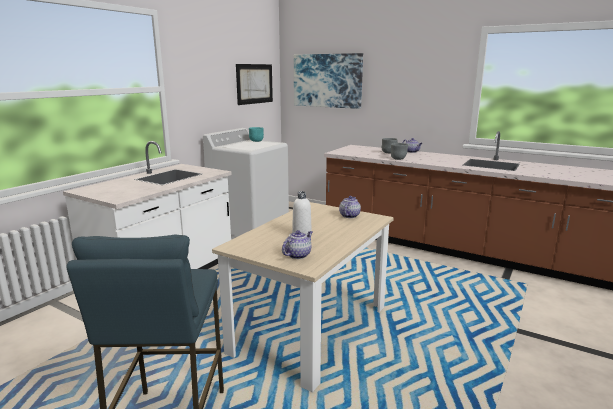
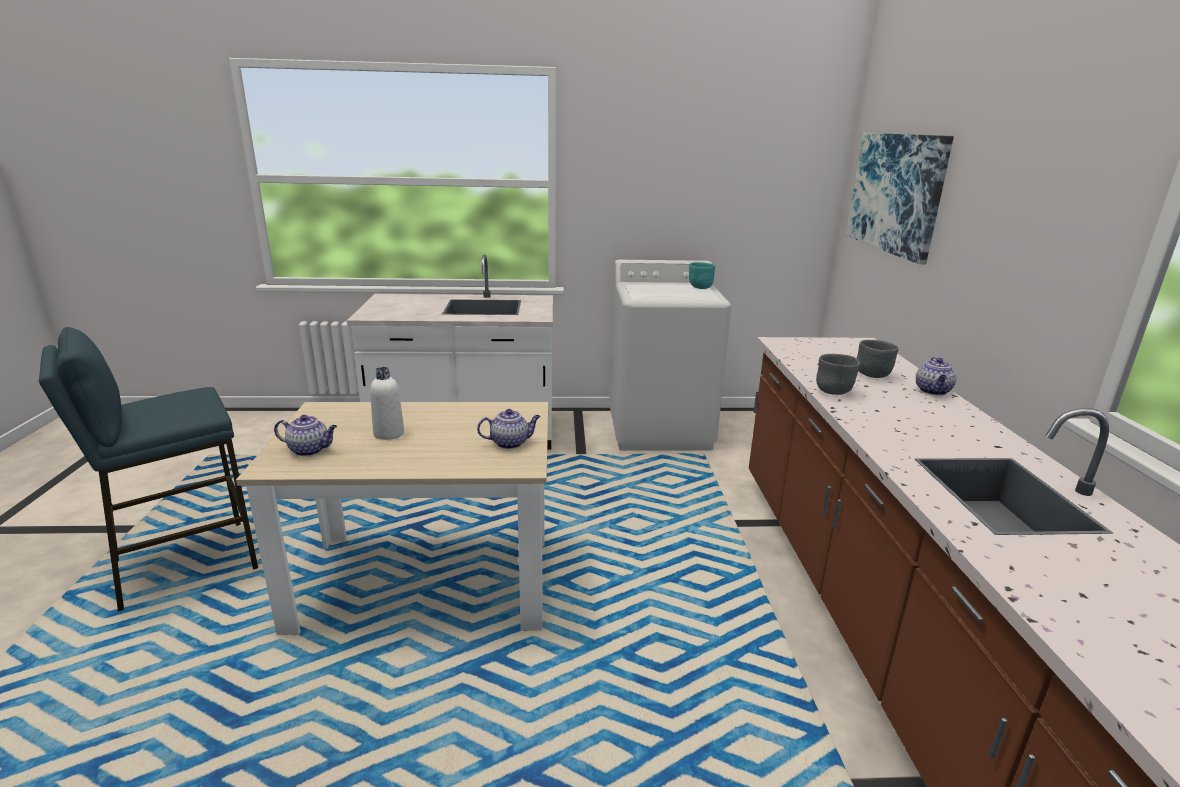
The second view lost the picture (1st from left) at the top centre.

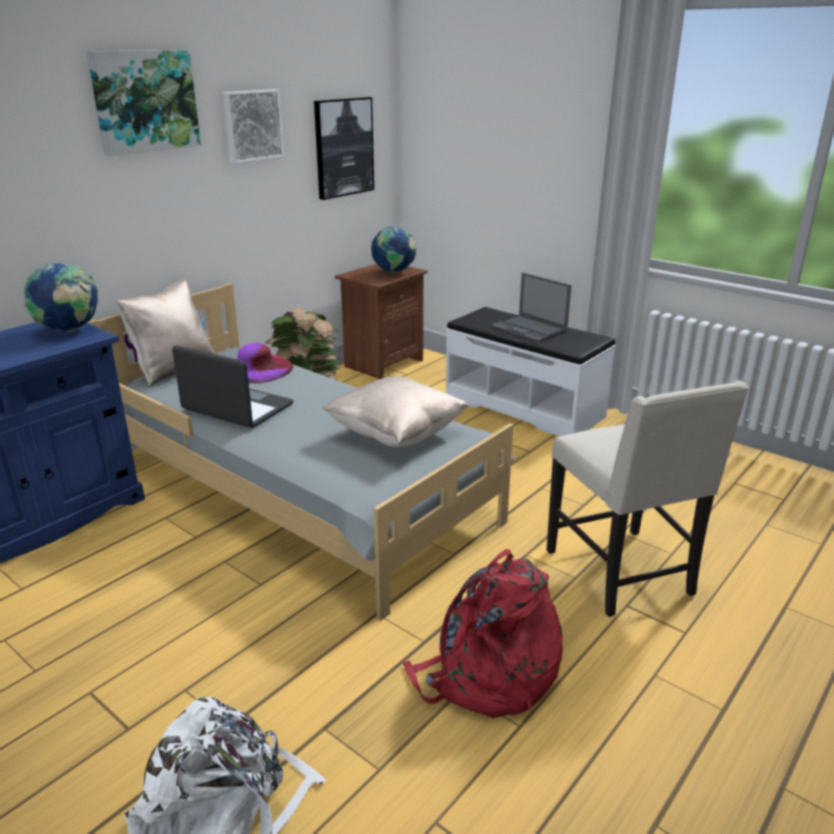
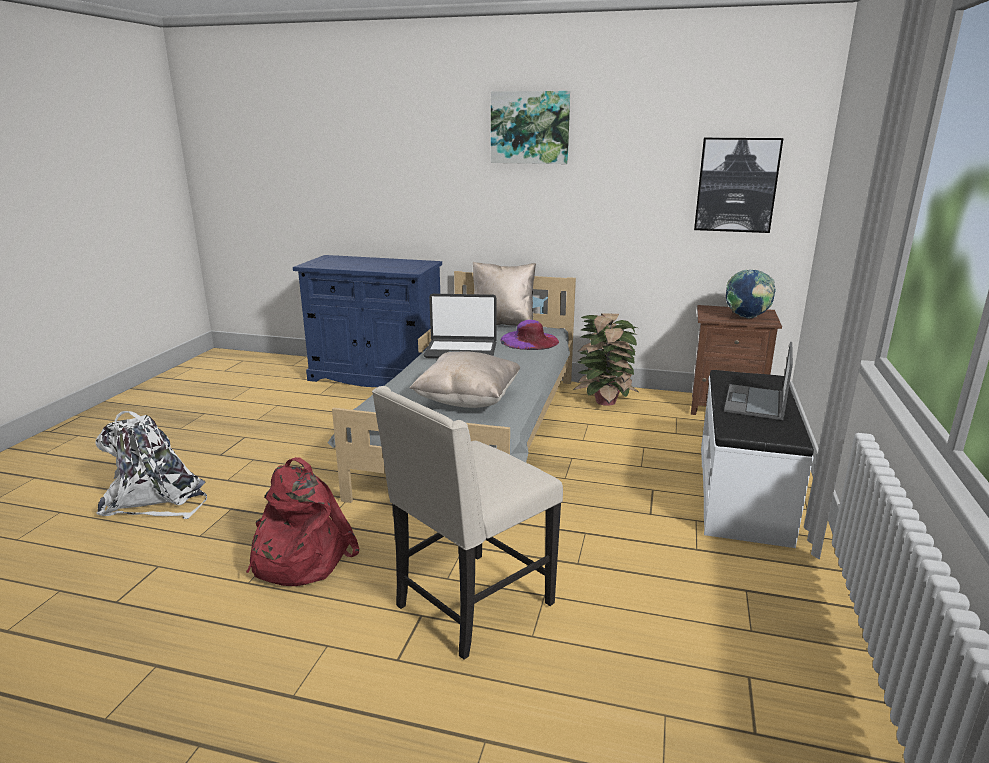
The laptop (1st from left) at the middle left ended up facing another way, 90 degrees clockwise from before. The second view lost the globe (1st from left) at the middle left. The second view lost the picture (2nd from left) at the top left.

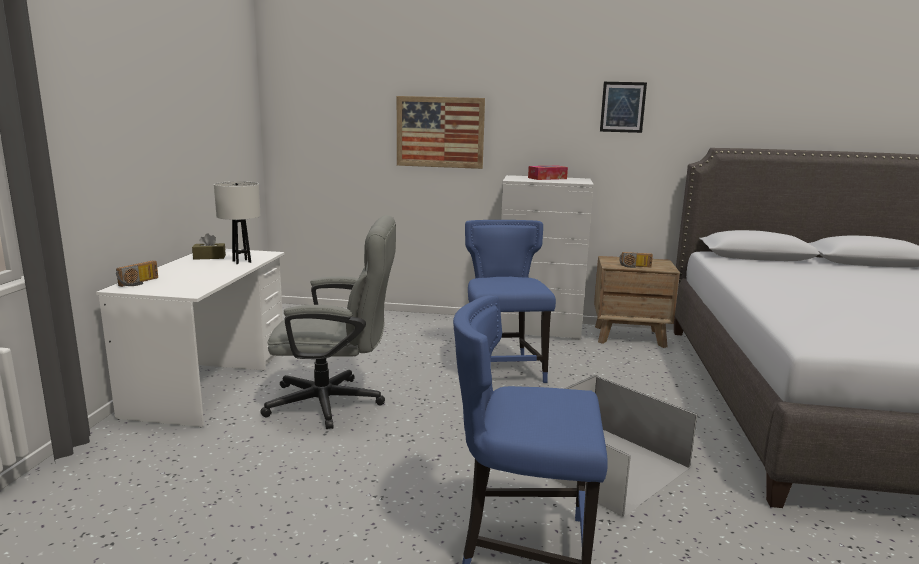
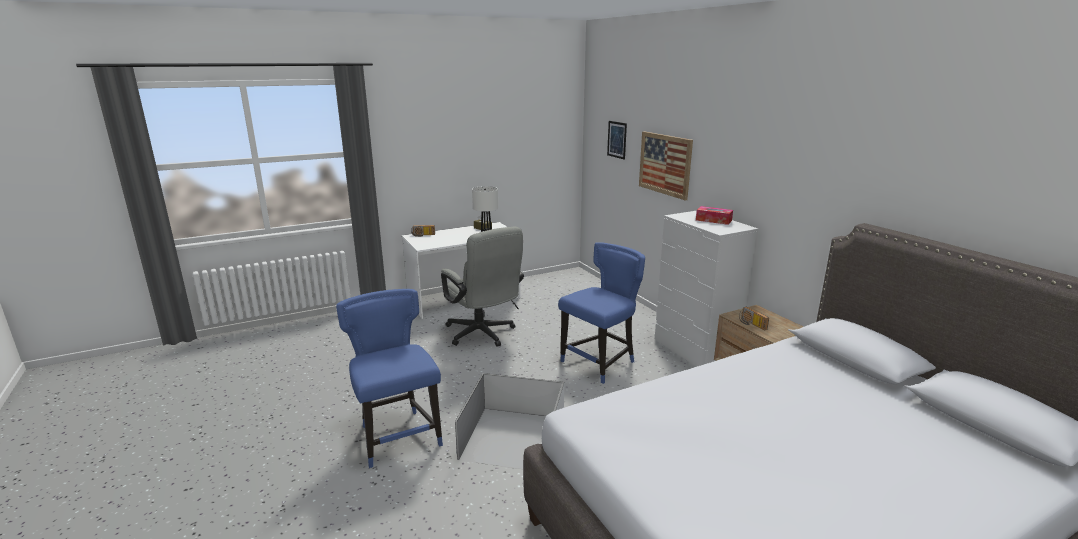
The picture (2nd from left in the first image) ended up elsewhere, having gone from the top right to the top centre.

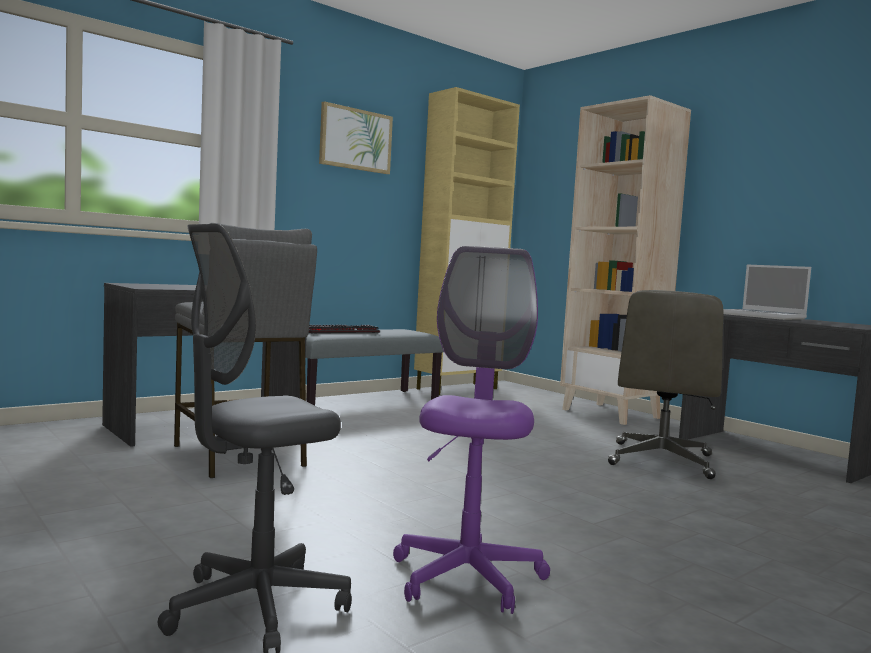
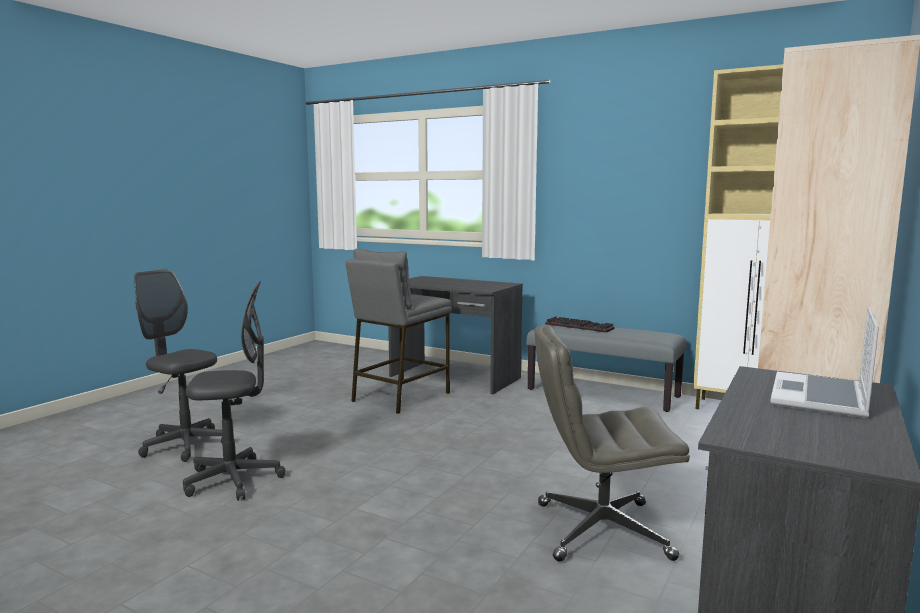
What was the purple office chair at the centre turned into the grey office chair (2nd from left) at the middle left. The second view lost the picture at the top centre.

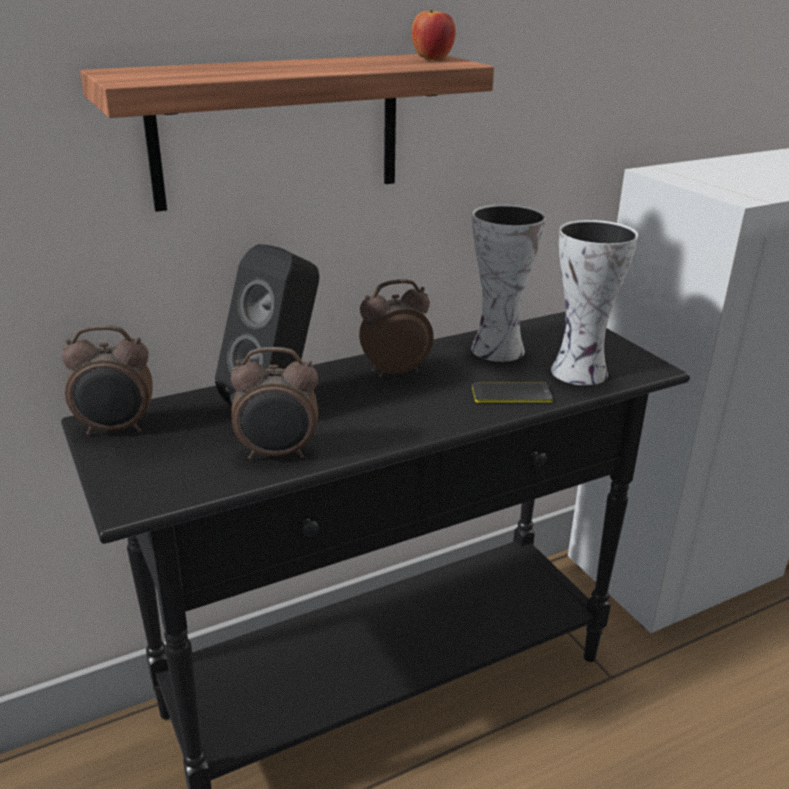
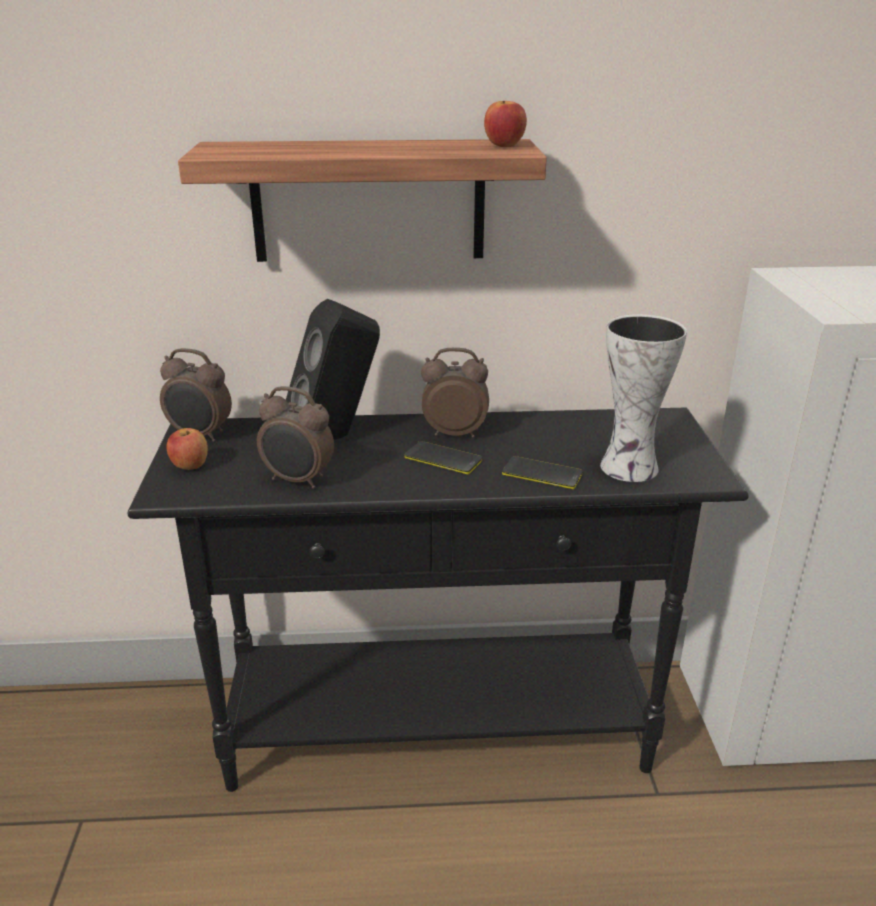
The second view gained the apple (1st from left) at the middle left. The second view gained the phone (1st from left) at the centre. The second view lost the vase (1st from left) at the centre.

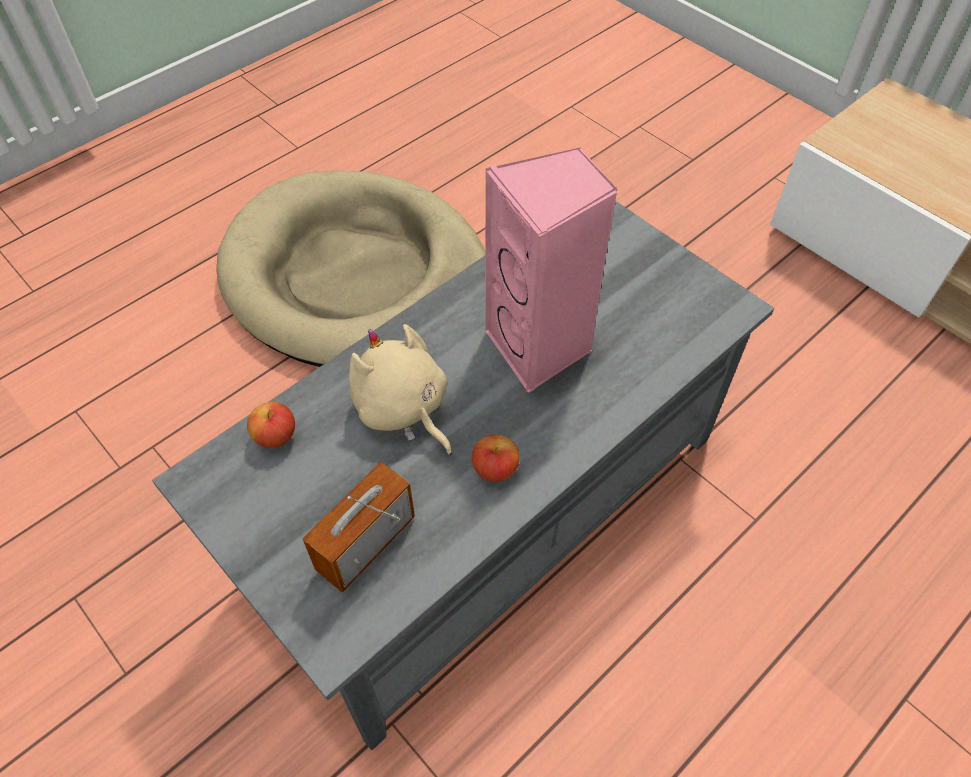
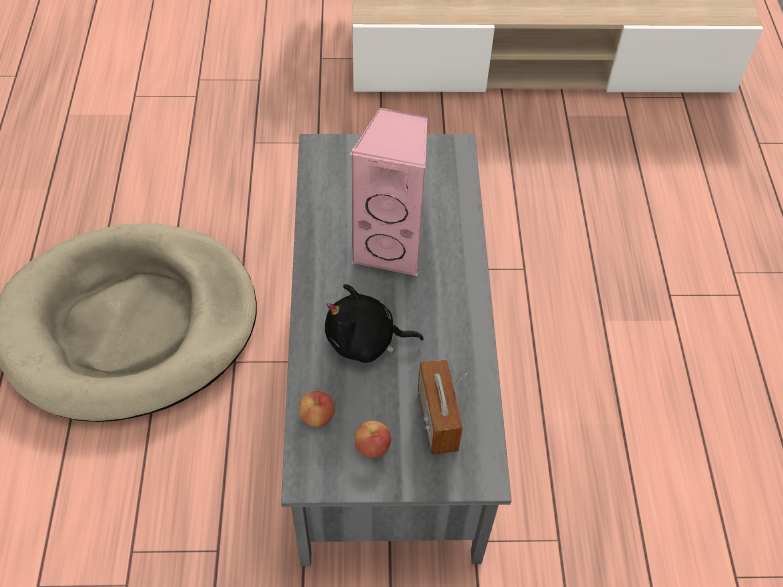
What was the beige plush toy at the centre turned into the black plush toy at the centre. The apple (2nd from left) ended up elsewhere, having gone from the centre to the bottom centre.

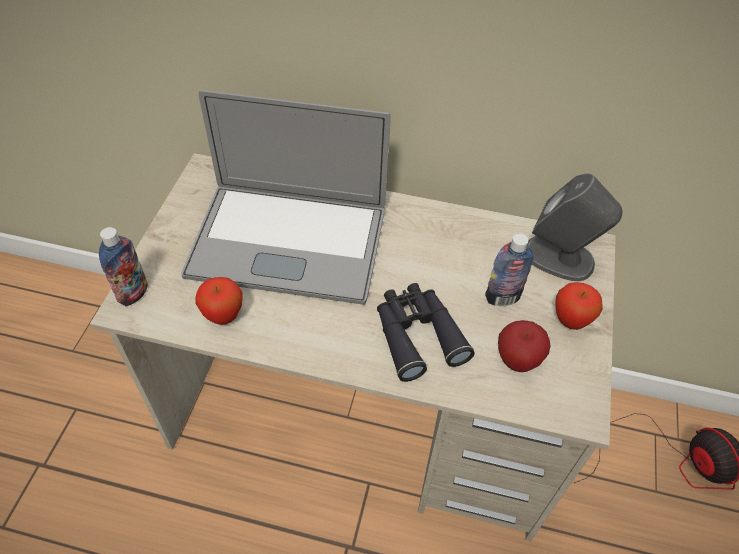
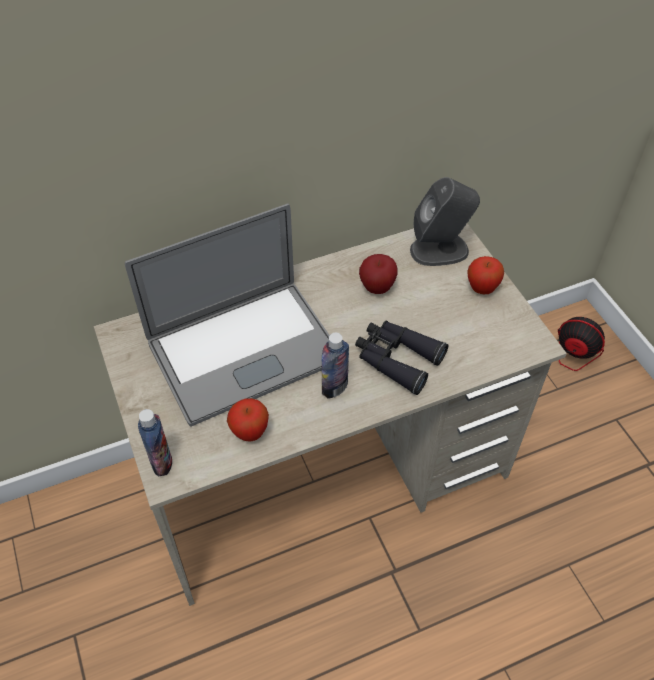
The bottle (2nd from left) ended up elsewhere, having gone from the middle right to the centre. The apple (2nd from left) ended up elsewhere, having gone from the middle right to the centre.

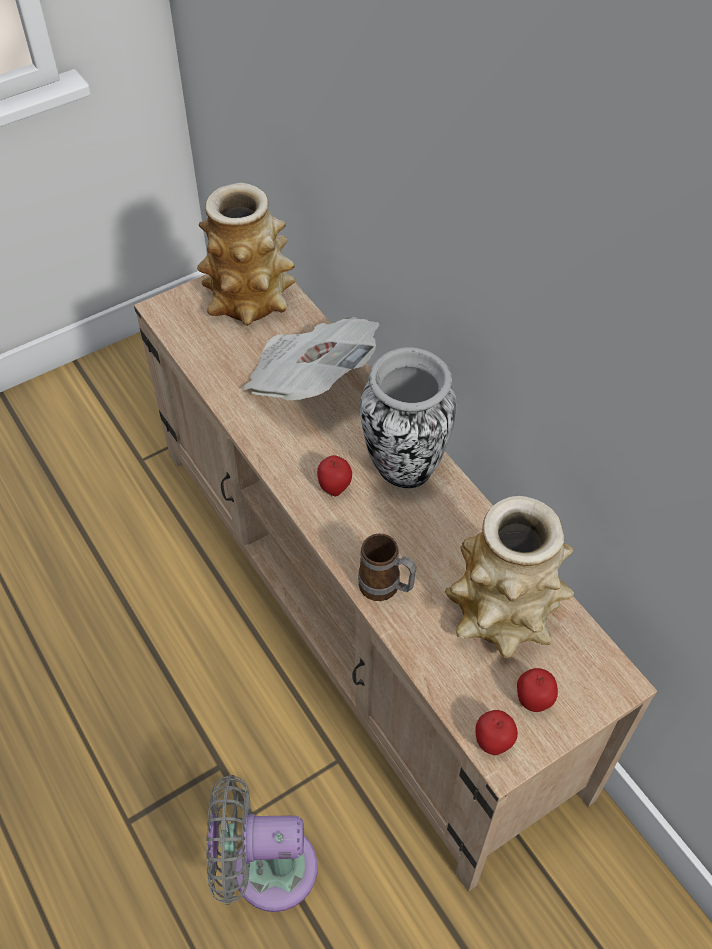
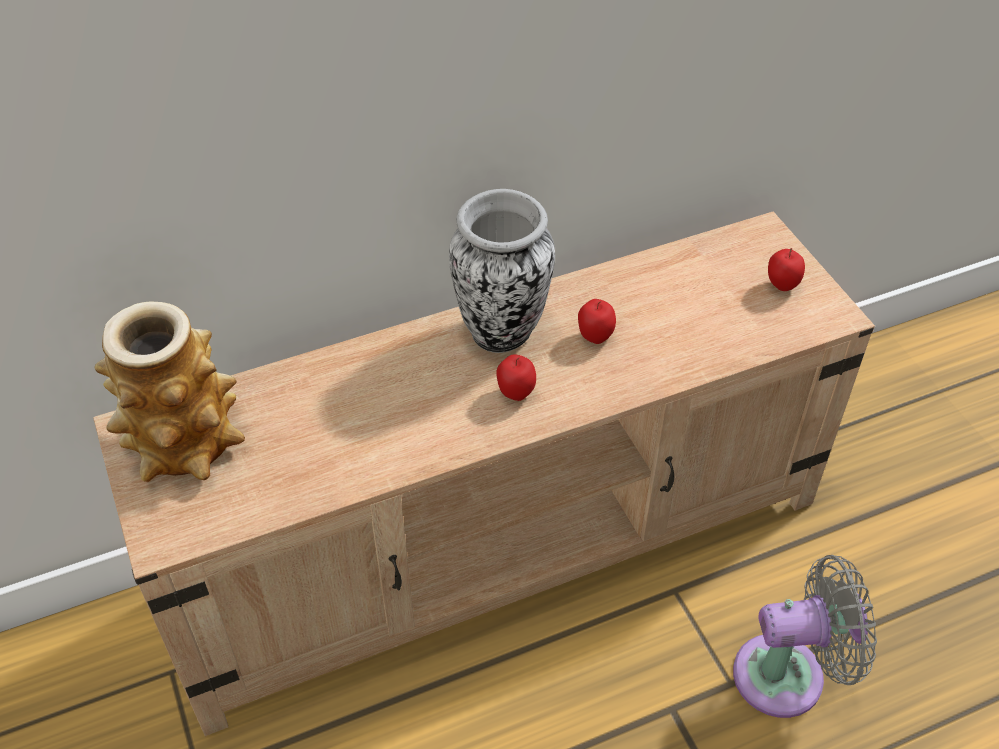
The apple (2nd from left) ended up elsewhere, having gone from the bottom right to the centre. The grey fan at the bottom centre ended up facing another way, 105 degrees counterclockwise from before. The second view lost the newspaper at the centre. The second view lost the mug at the centre. The second view lost the vase (3rd from left) at the middle right.

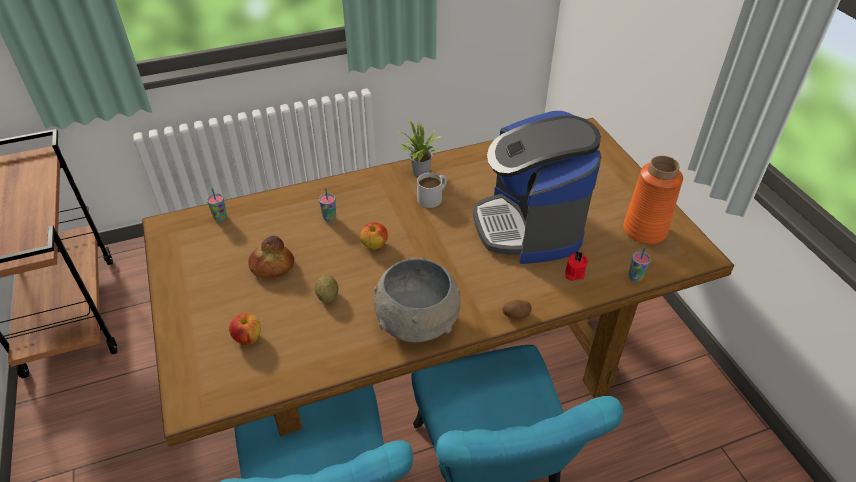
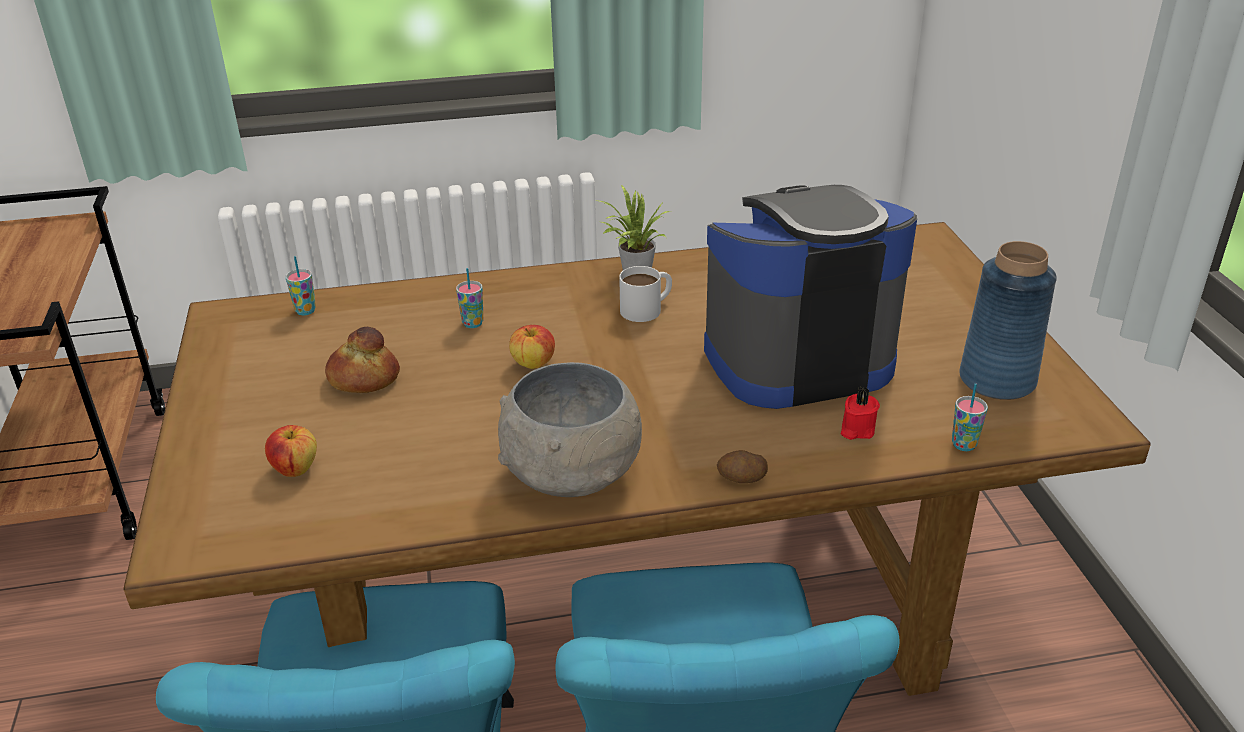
The coffee machine at the centre ended up facing another way, 75 degrees clockwise from before. What was the orange vase at the middle right turned into the blue vase at the middle right. The second view lost the potato (1st from left) at the centre.

